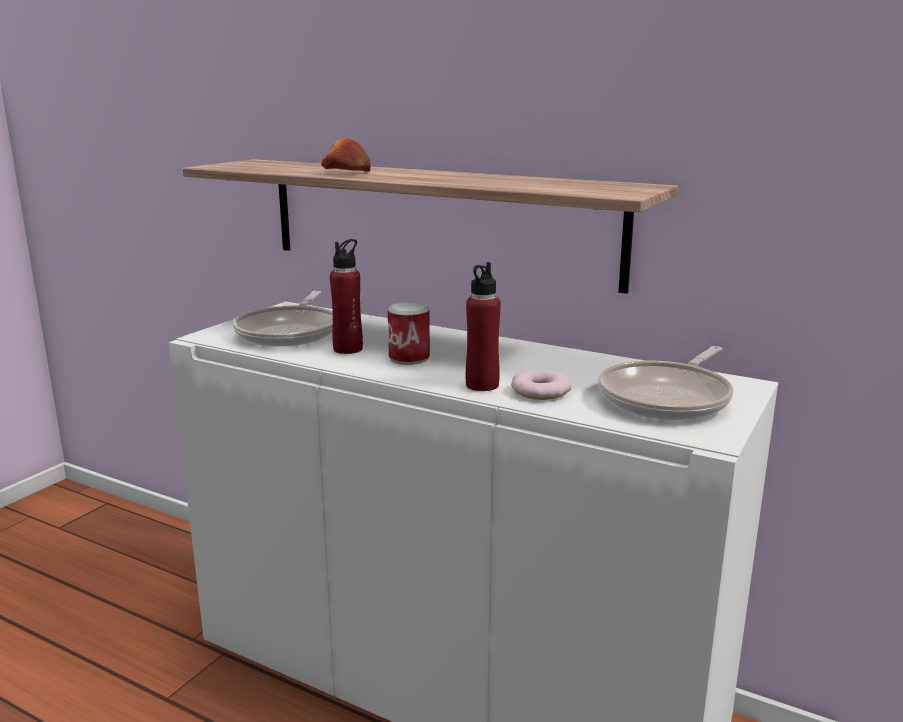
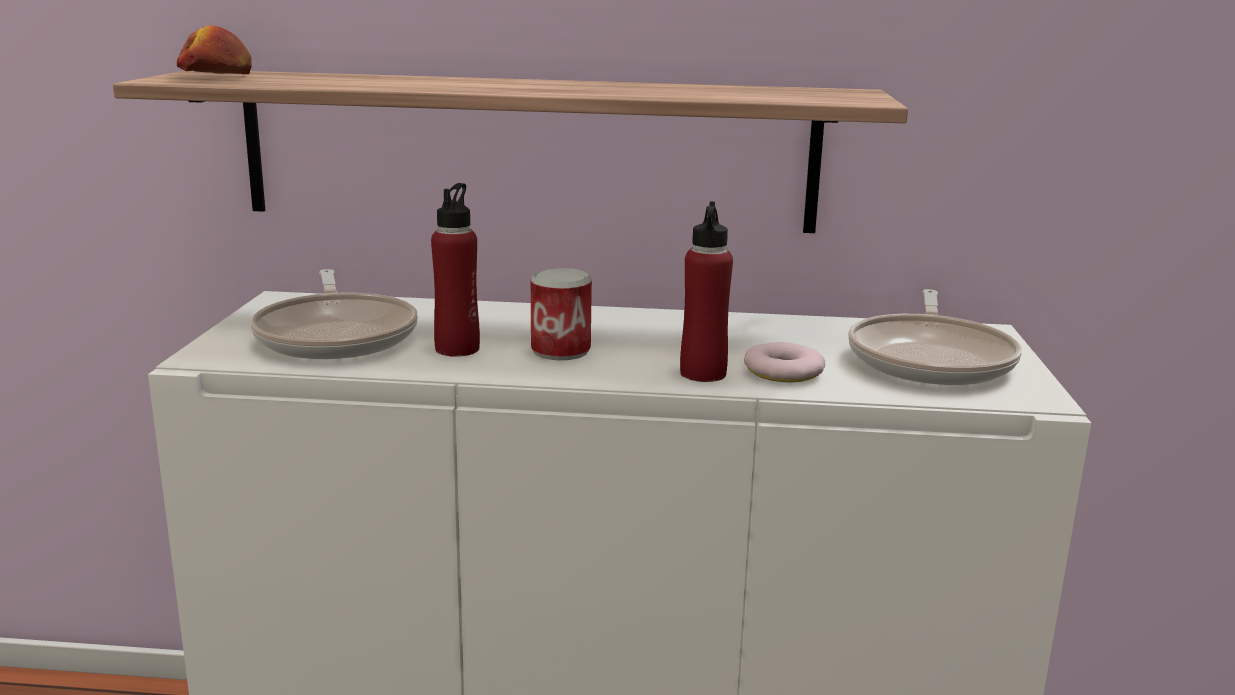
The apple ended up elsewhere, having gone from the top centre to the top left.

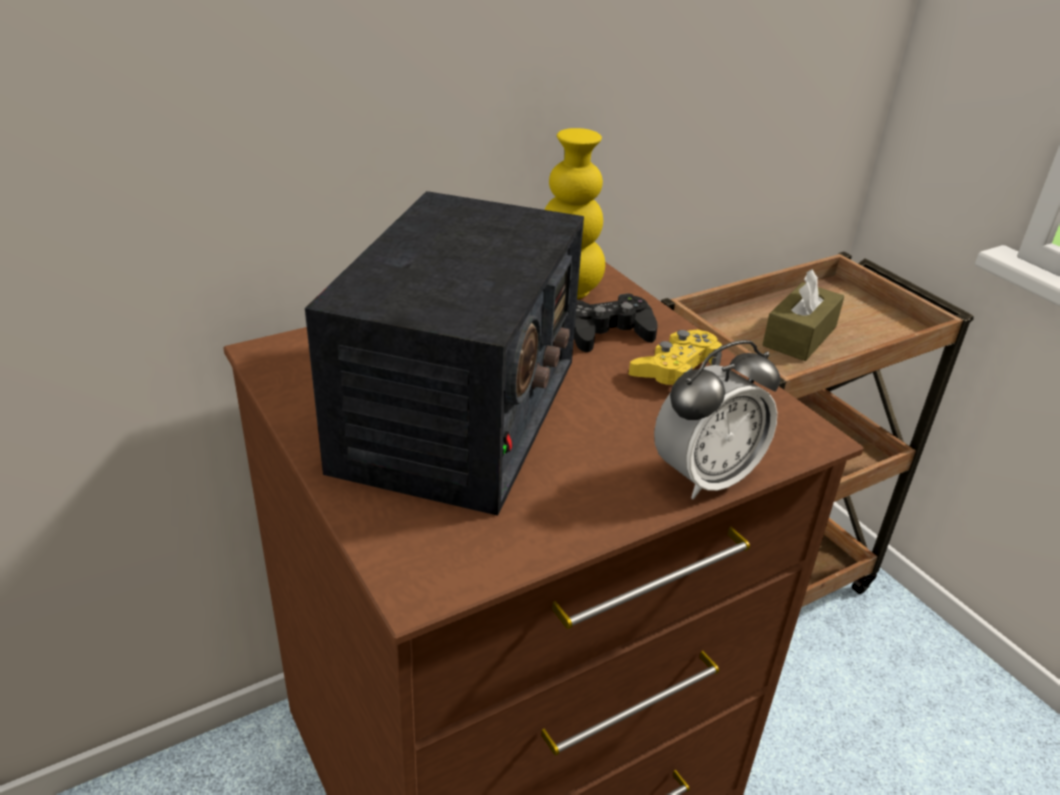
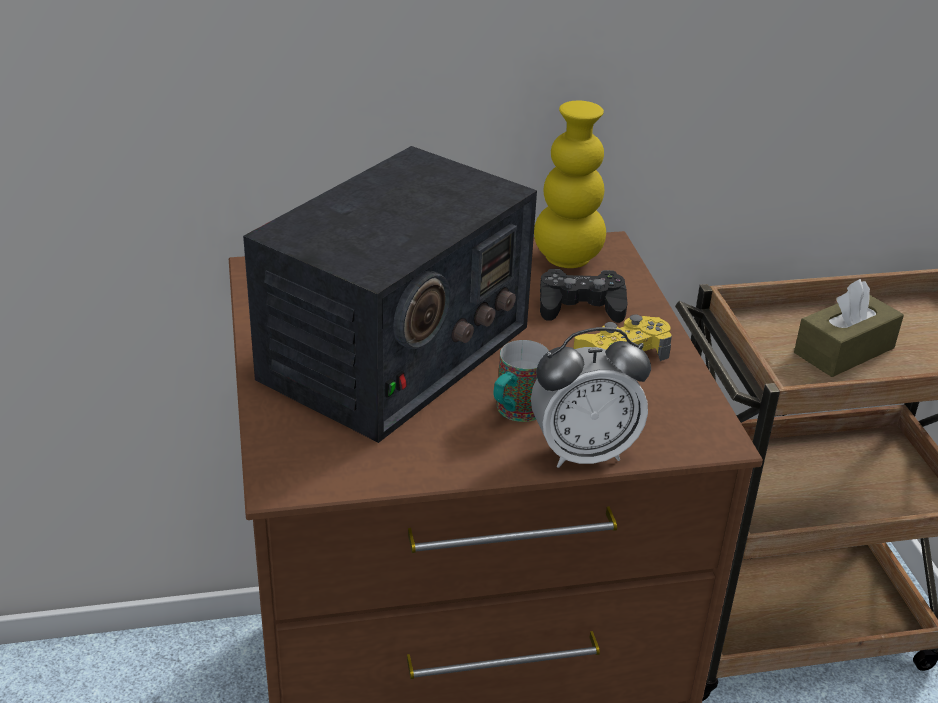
The second view gained the mug at the centre.

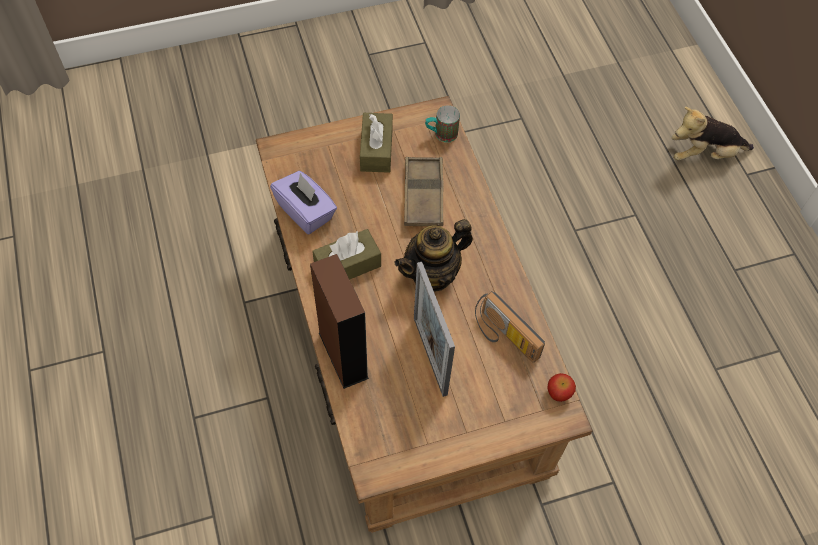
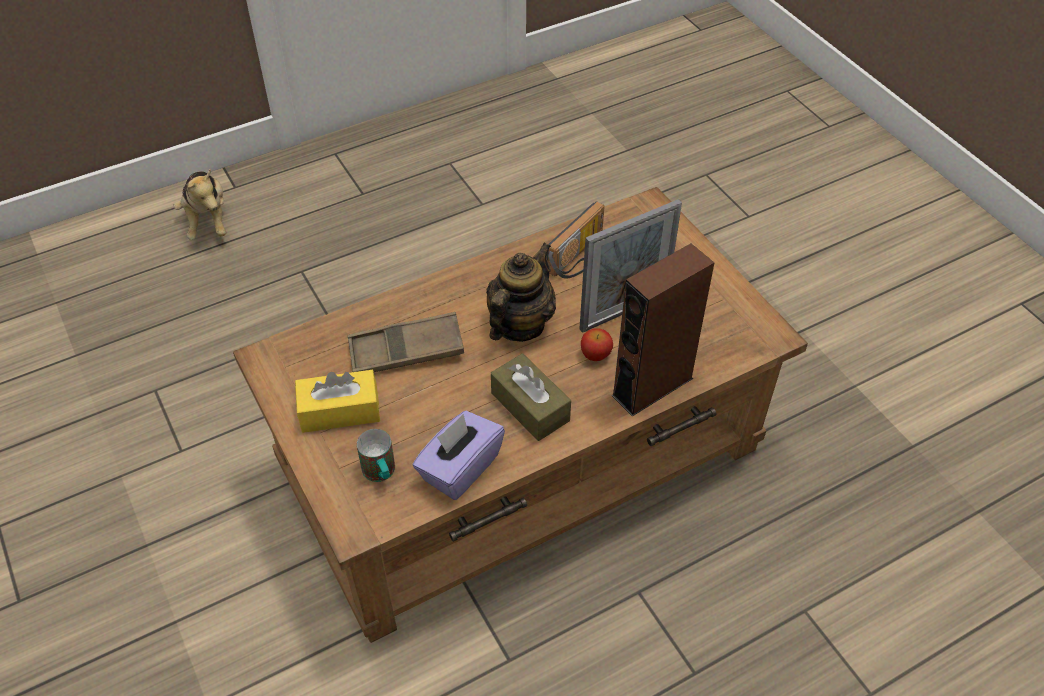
What was the brown tissue box (2nd from left) at the top centre turned into the yellow tissue box at the middle left. The mug ended up elsewhere, having gone from the top centre to the centre. The teapot at the centre ended up facing another way, 105 degrees counterclockwise from before. The apple ended up elsewhere, having gone from the bottom right to the centre.

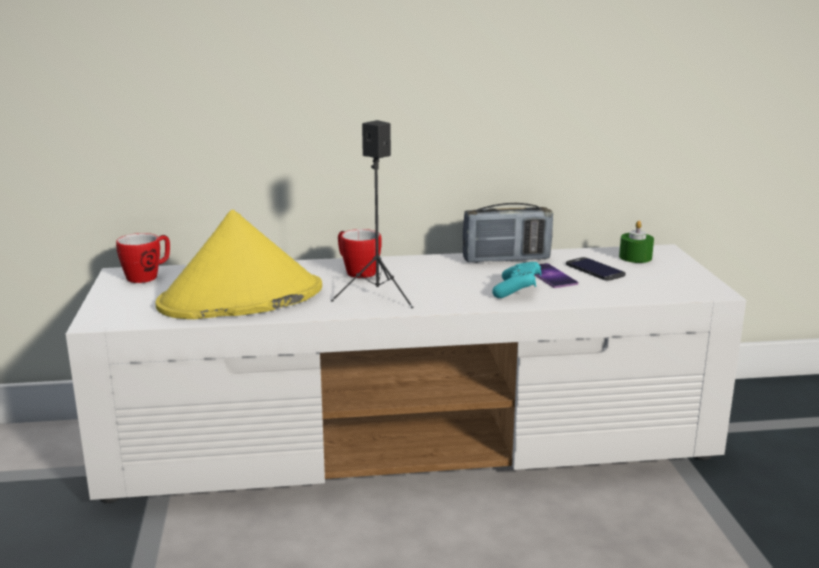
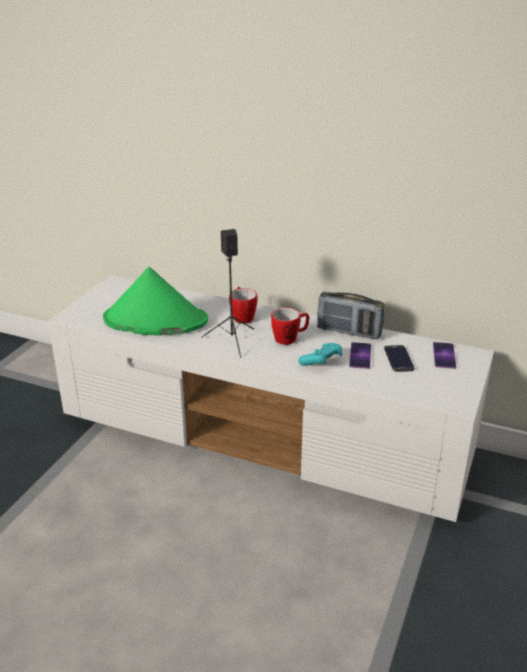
What was the yellow hat at the middle left turned into the green hat at the middle left. The mug (1st from left in the first image) ended up elsewhere, having gone from the middle left to the centre. Where the green candle stood at the middle right, the phone (3rd from left) came to stand at the middle right.

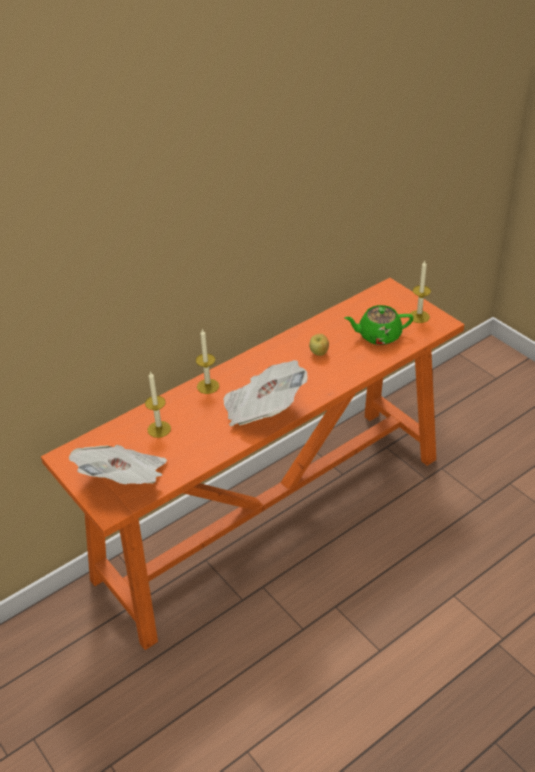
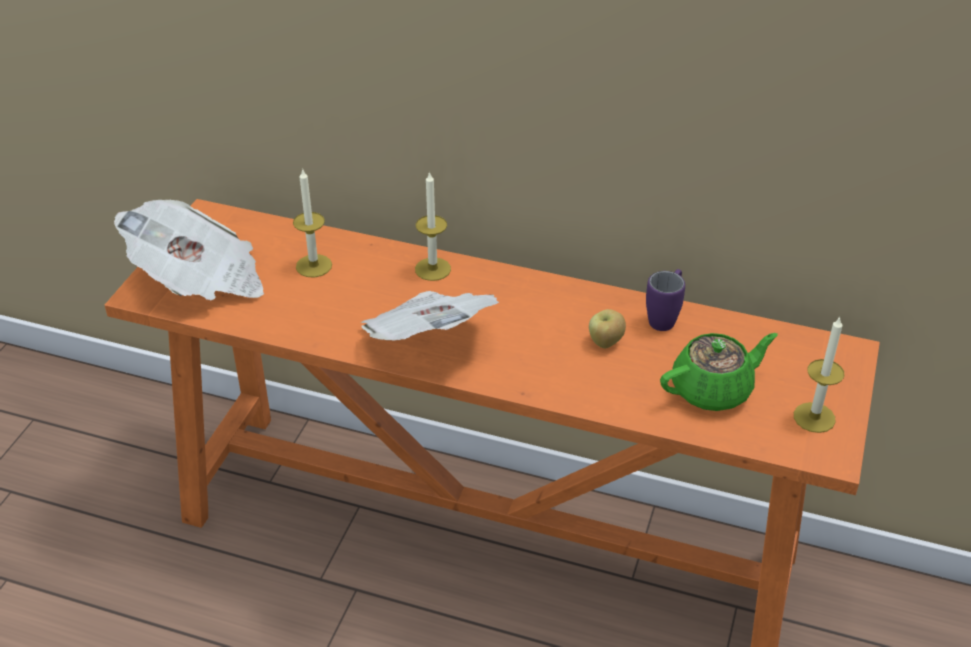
The second view gained the purple mug at the middle right. The green teapot at the middle right ended up facing another way, 105 degrees clockwise from before.

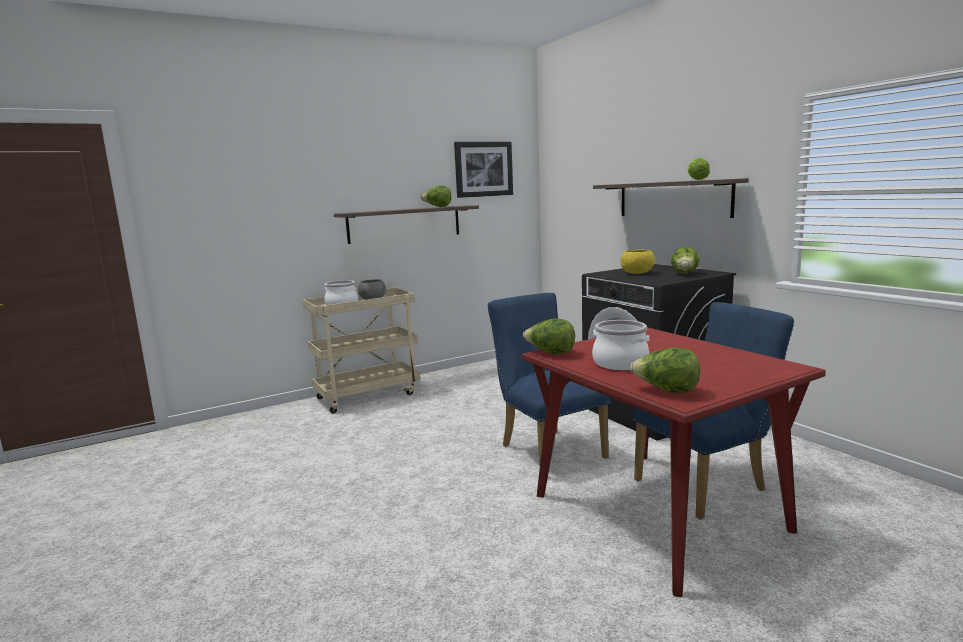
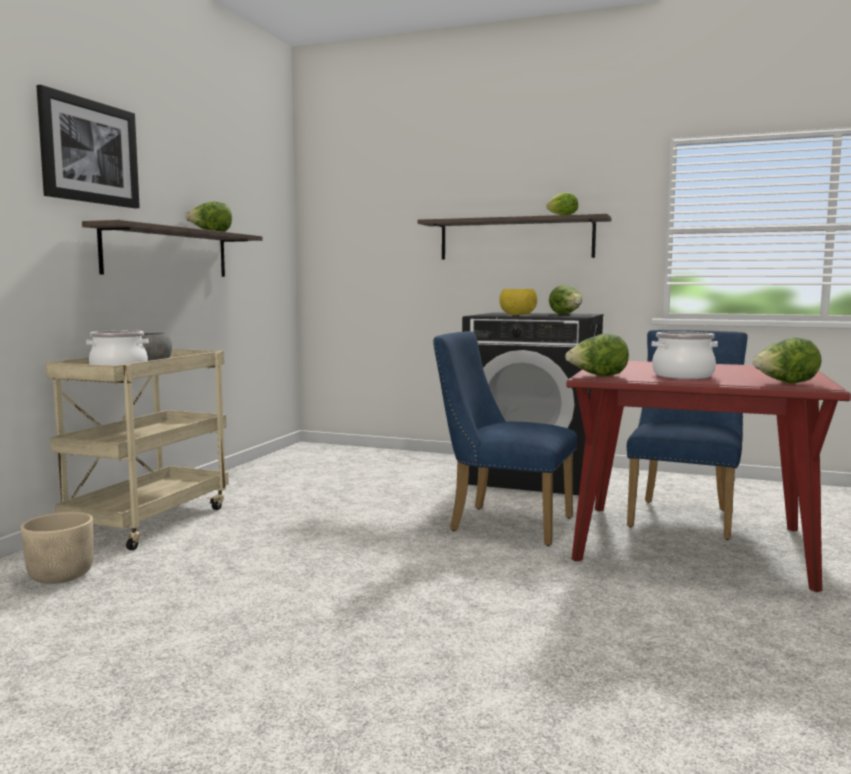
The second view gained the beige planter at the bottom left. The picture ended up elsewhere, having gone from the top centre to the top left.

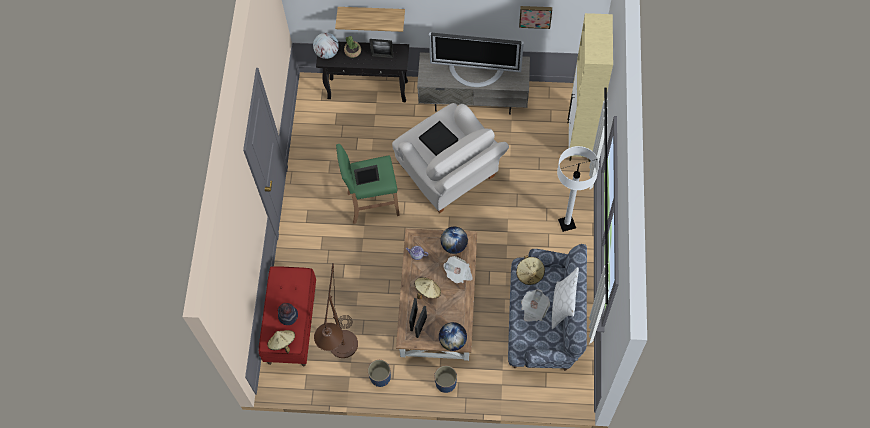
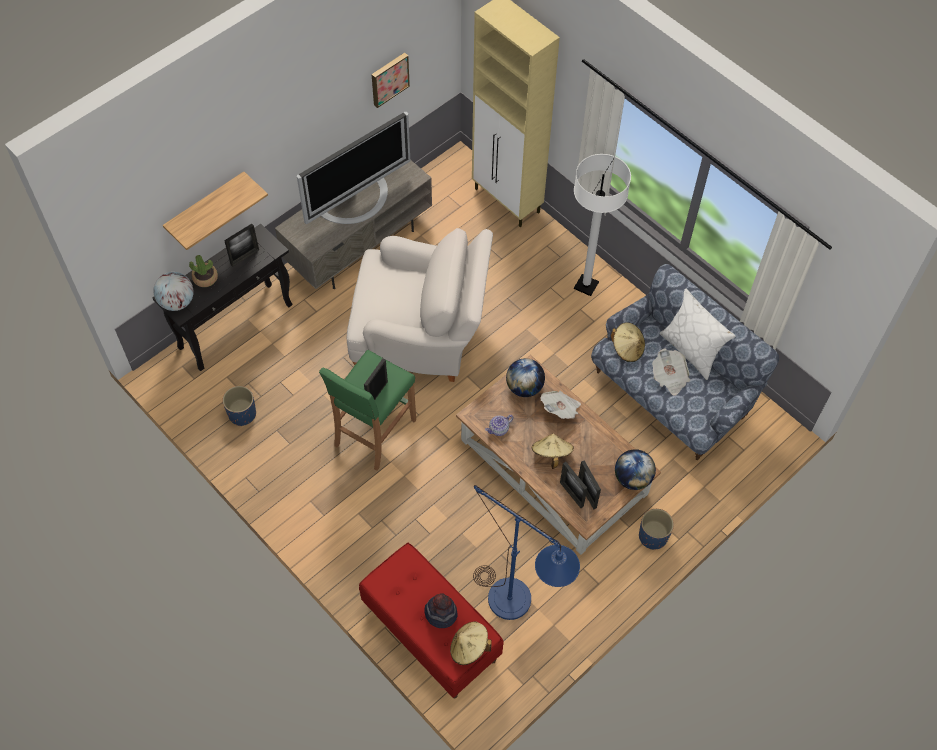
The blue planter (1st from left) ended up elsewhere, having gone from the bottom centre to the middle left. What was the brown floor lamp at the bottom centre turned into the blue floor lamp at the bottom centre. The second view lost the black tray at the top centre.

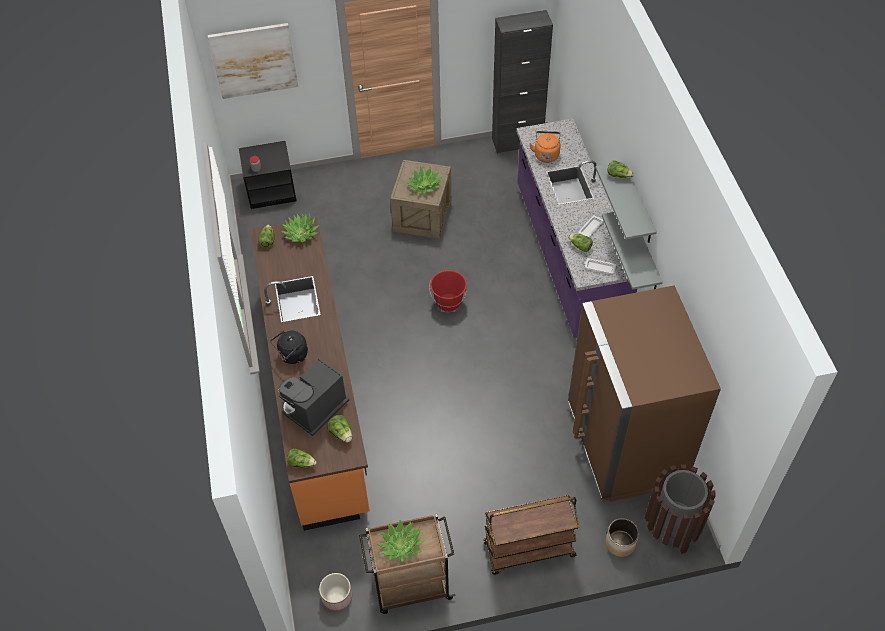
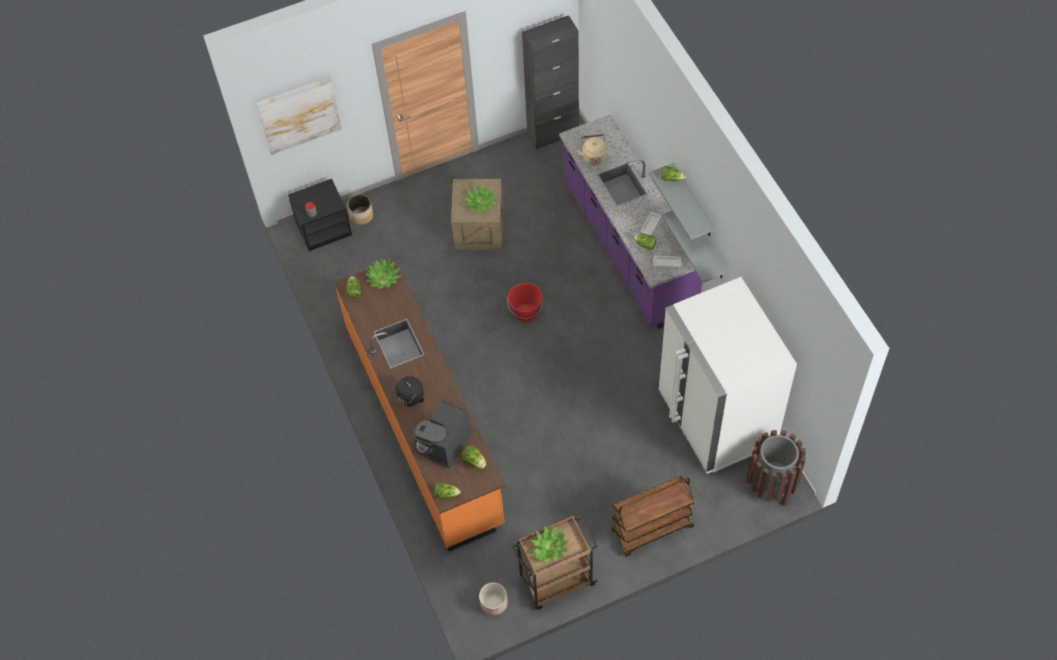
The planter (2nd from left in the first image) ended up elsewhere, having gone from the bottom right to the top centre. What was the orange kettle at the top centre turned into the beige kettle at the top centre. What was the brown fridge at the middle right turned into the white fridge at the middle right.

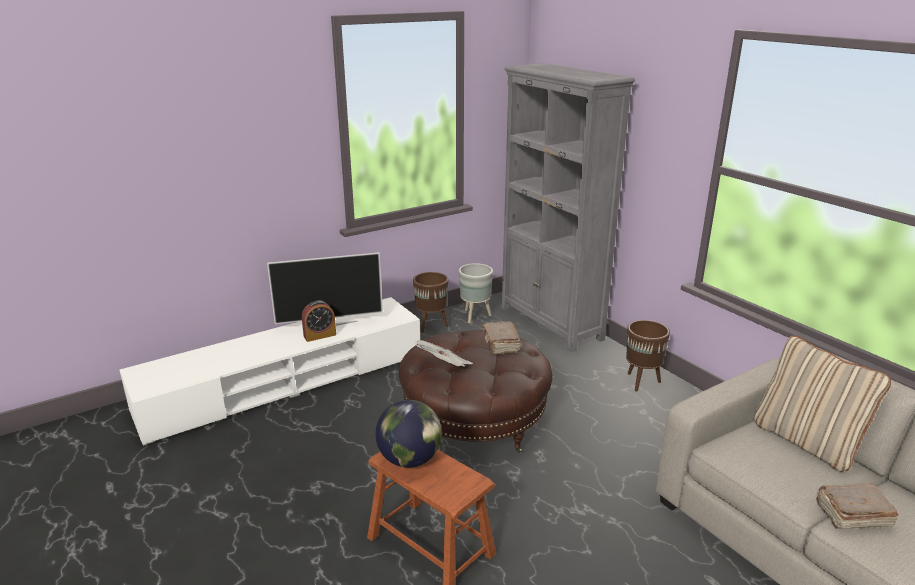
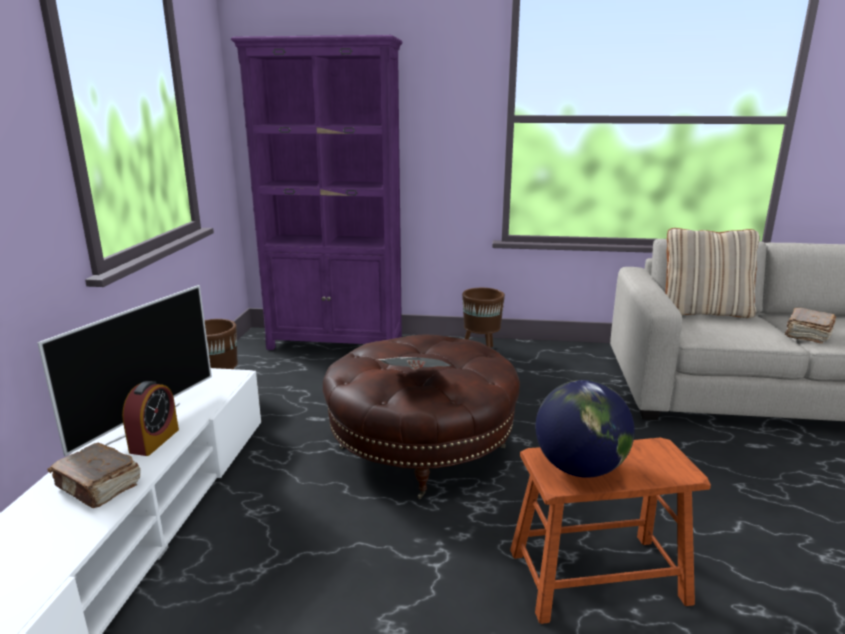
The brown book (1st from left) ended up elsewhere, having gone from the centre to the bottom left. What was the grey bookcase at the centre turned into the purple bookcase at the top centre. The second view lost the grey planter at the centre.

